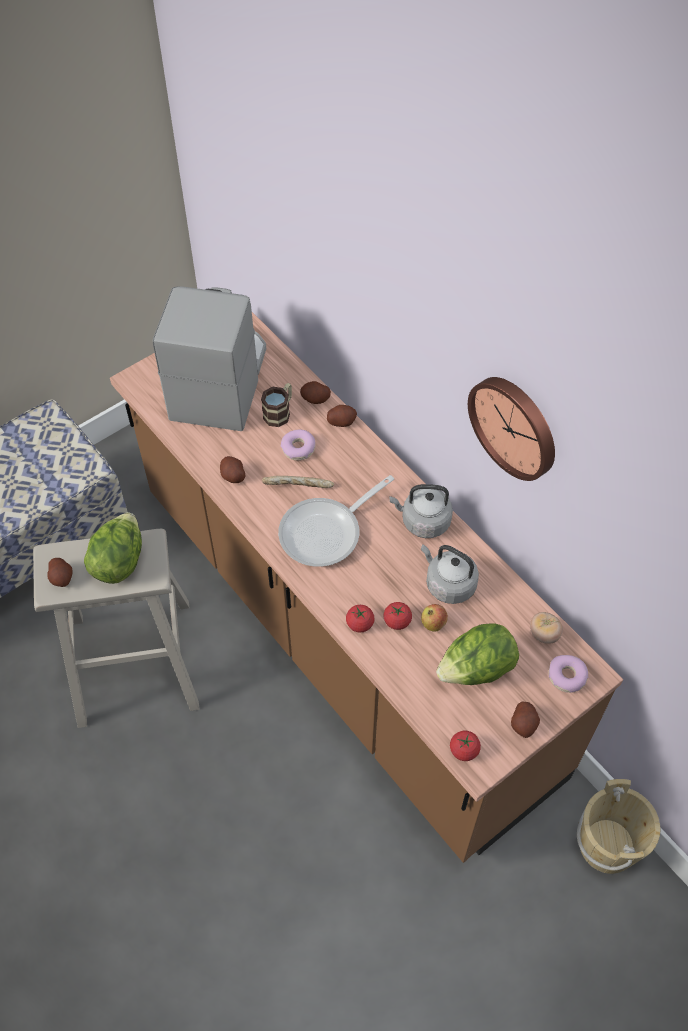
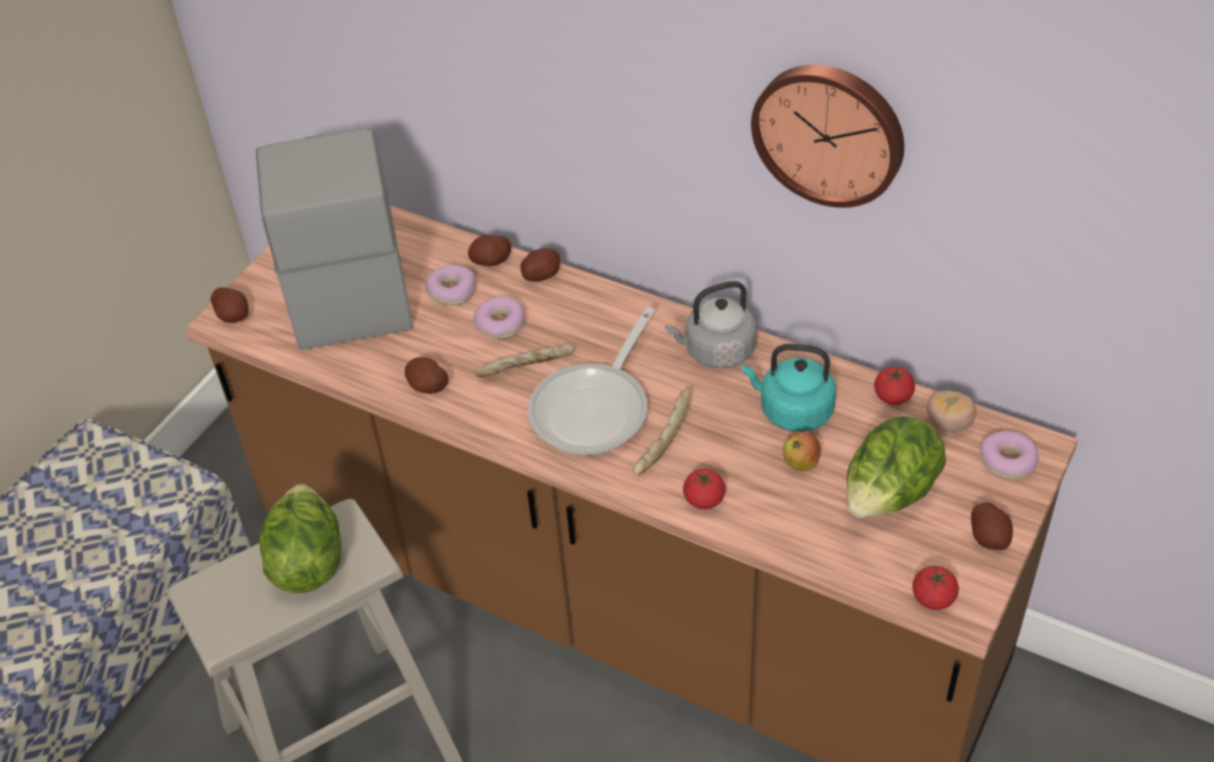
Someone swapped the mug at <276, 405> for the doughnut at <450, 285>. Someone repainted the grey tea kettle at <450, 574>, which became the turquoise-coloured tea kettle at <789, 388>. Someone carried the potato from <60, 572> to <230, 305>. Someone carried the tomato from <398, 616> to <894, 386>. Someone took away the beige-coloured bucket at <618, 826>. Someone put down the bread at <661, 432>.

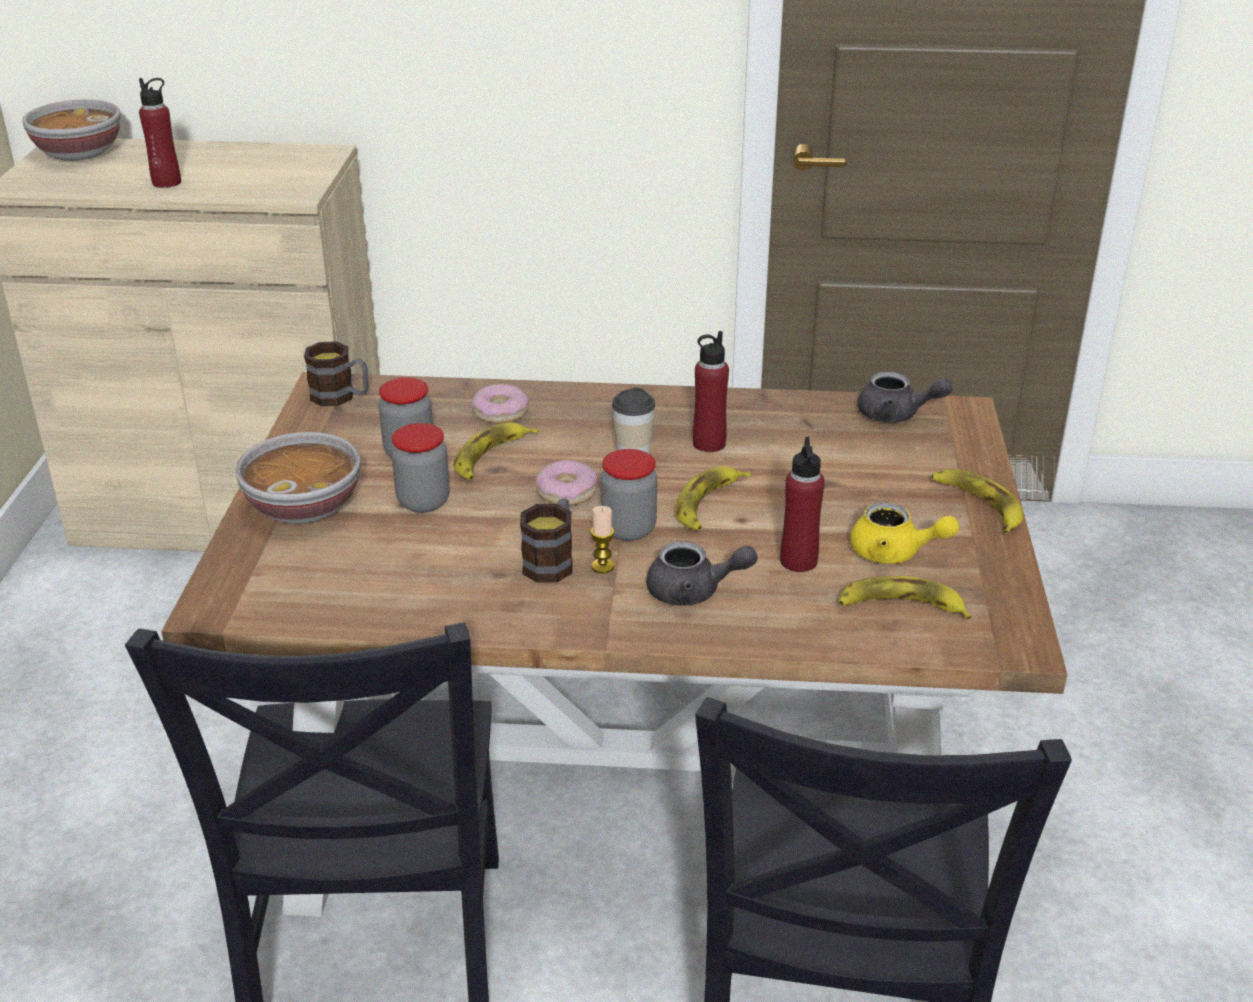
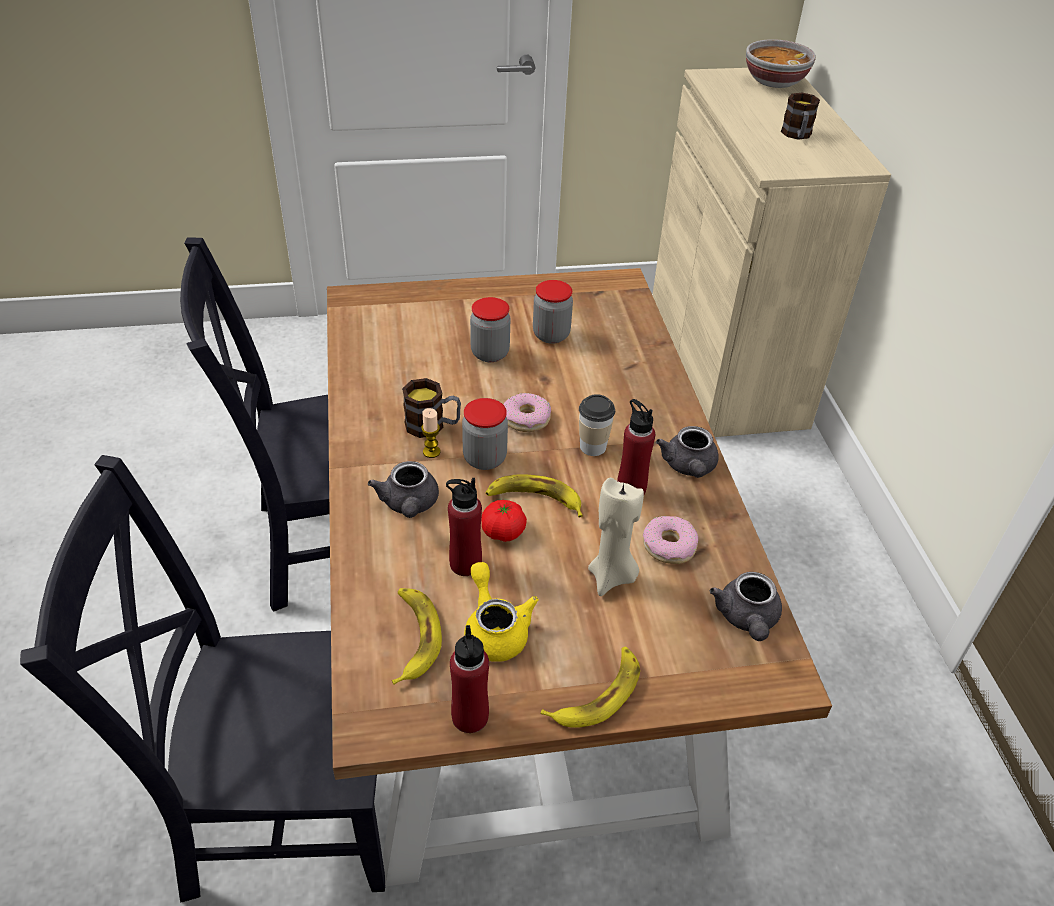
Someone carried the red bottle from <160, 133> to <469, 679>. Someone carried the mug from <336, 373> to <800, 116>. Someone carried the doughnut from <500, 404> to <670, 540>. Someone took away the whole banana at <496, 451>. Someone took away the serving bowl at <298, 478>. Someone rotated the yellowish teapot at <904, 533> by 150 degrees clockwise. Someone put down the grey teapot at <687, 452>. Someone put down the beige-coloured candle at <616, 537>. Someone put down the tomato at <504, 521>.

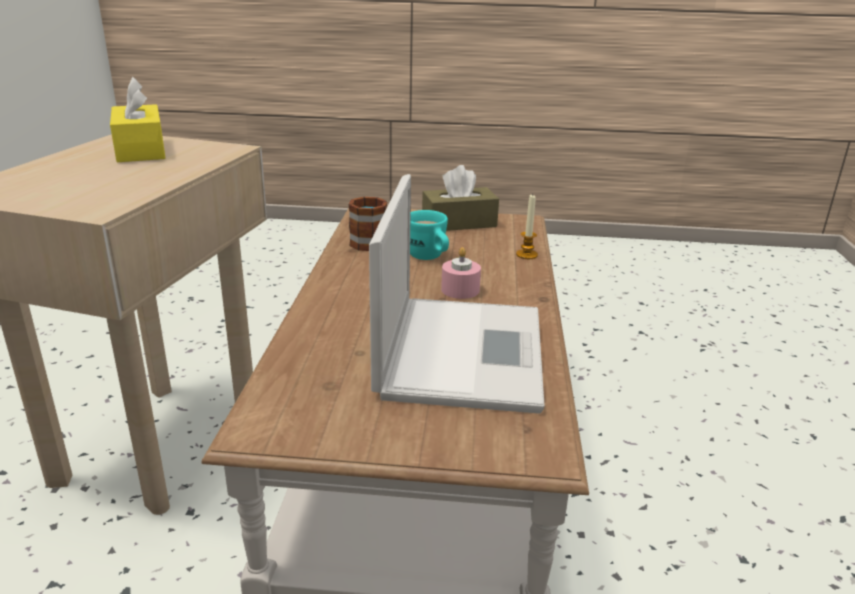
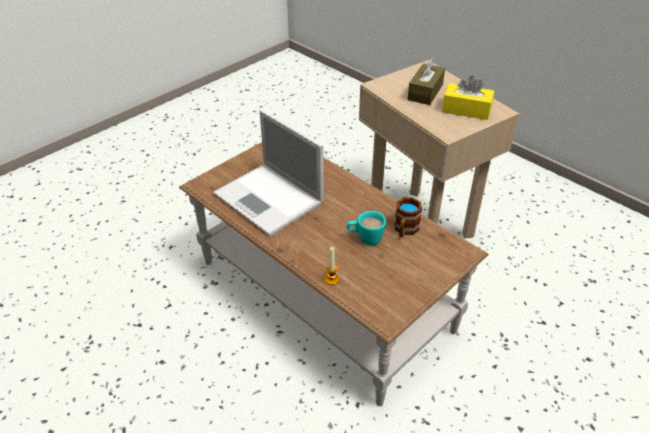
Someone carried the brown-coloured box of tissues from <460, 198> to <426, 81>. Someone took away the pink-coloured candle at <461, 273>.

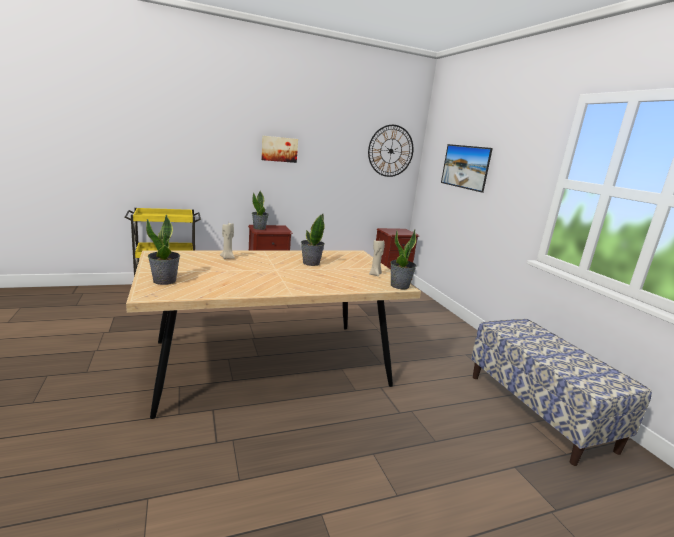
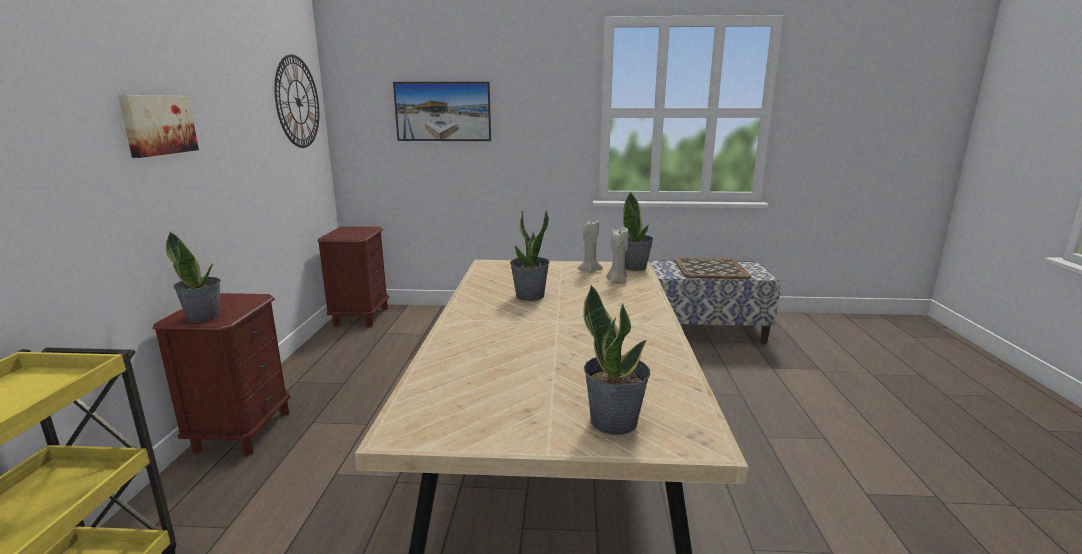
Someone carried the beige-coloured candle from <227, 241> to <617, 255>. Someone put down the carrying tray at <712, 268>.

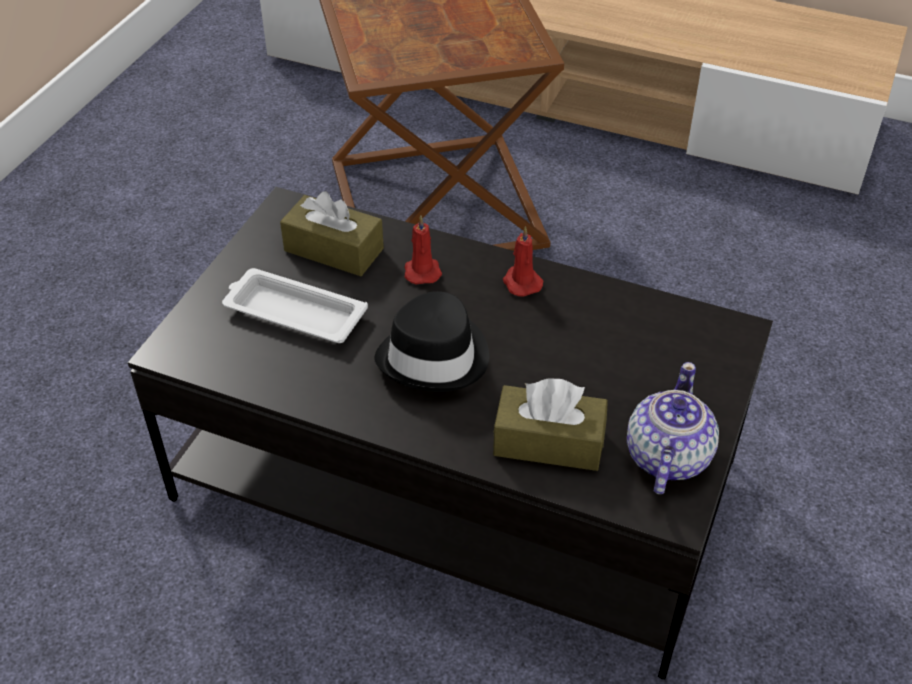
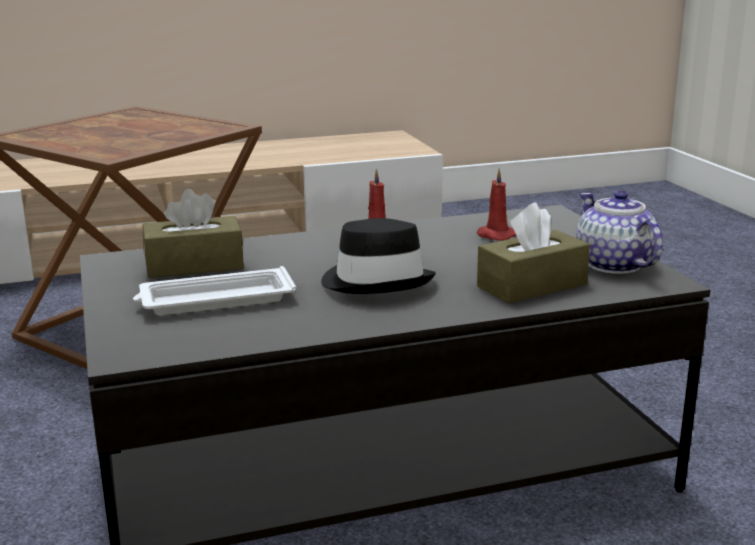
Someone carried the red candle from <423, 250> to <496, 204>.

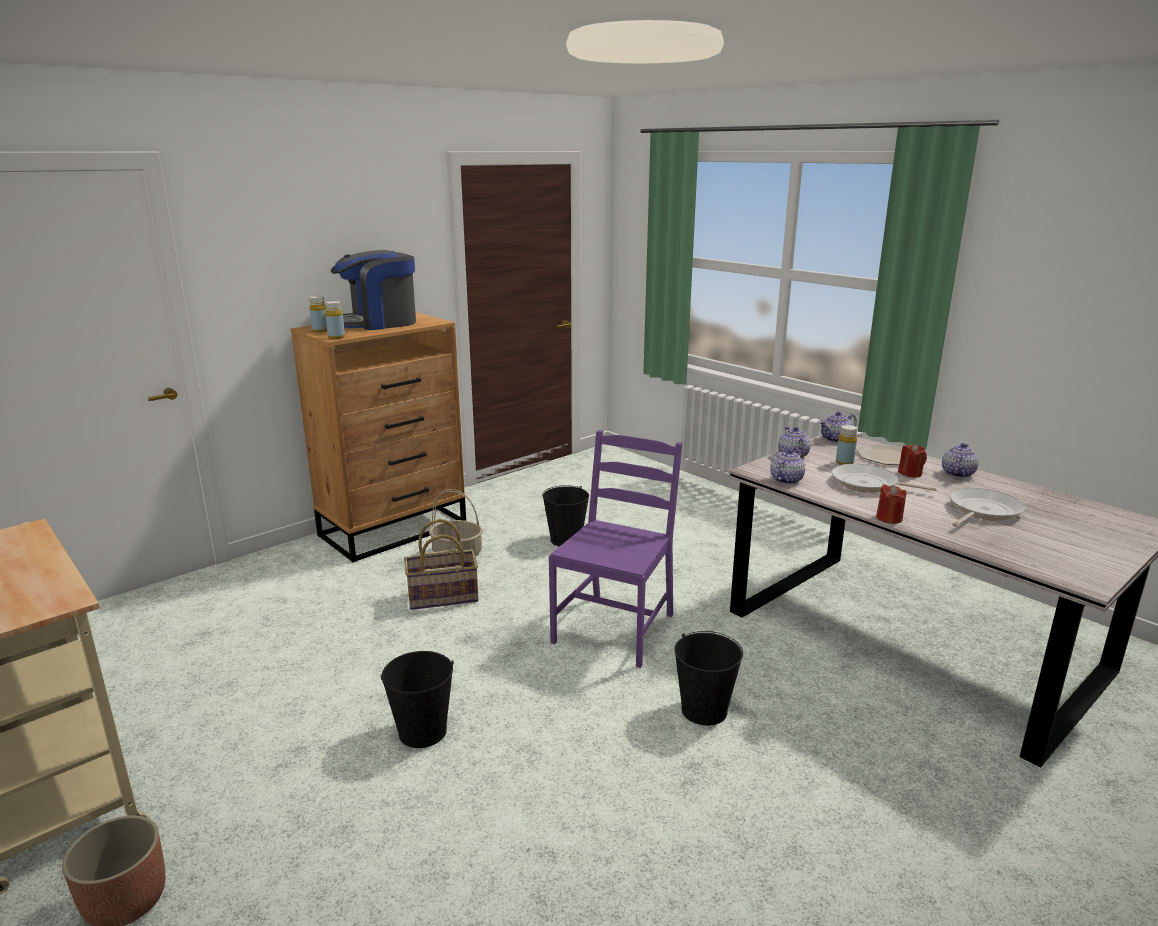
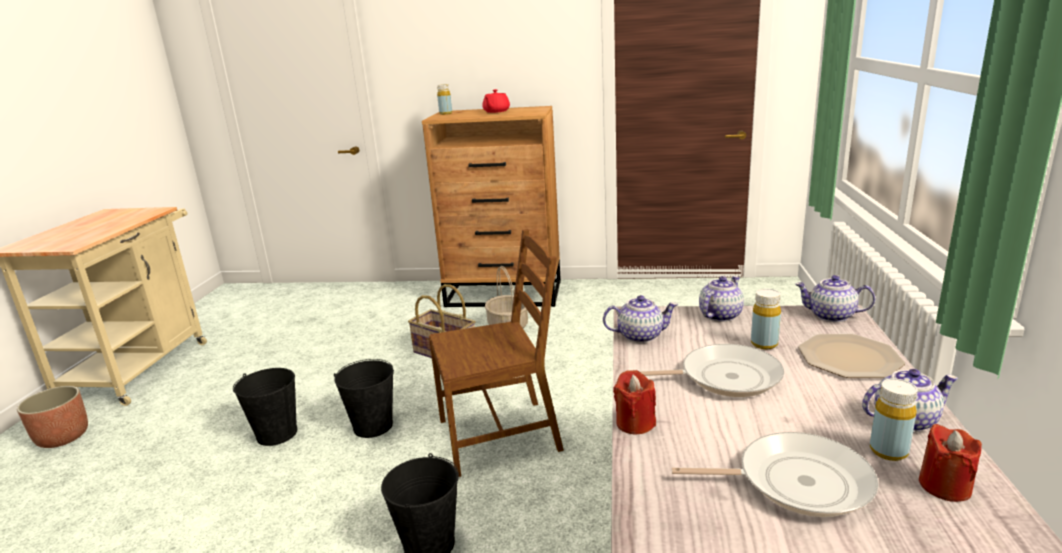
Someone swapped the coffee brewer at <373, 290> for the red teapot at <496, 101>. Someone carried the yellowish bottle from <335, 320> to <894, 419>. Someone repainted the purplish upright chair at <615, 549>, which became the brown-coloured upright chair at <496, 353>. Someone carried the red candle from <912, 461> to <950, 463>. Someone rotated the pan at <884, 478> by 105 degrees clockwise. Someone carried the black bucket from <565, 516> to <364, 398>.

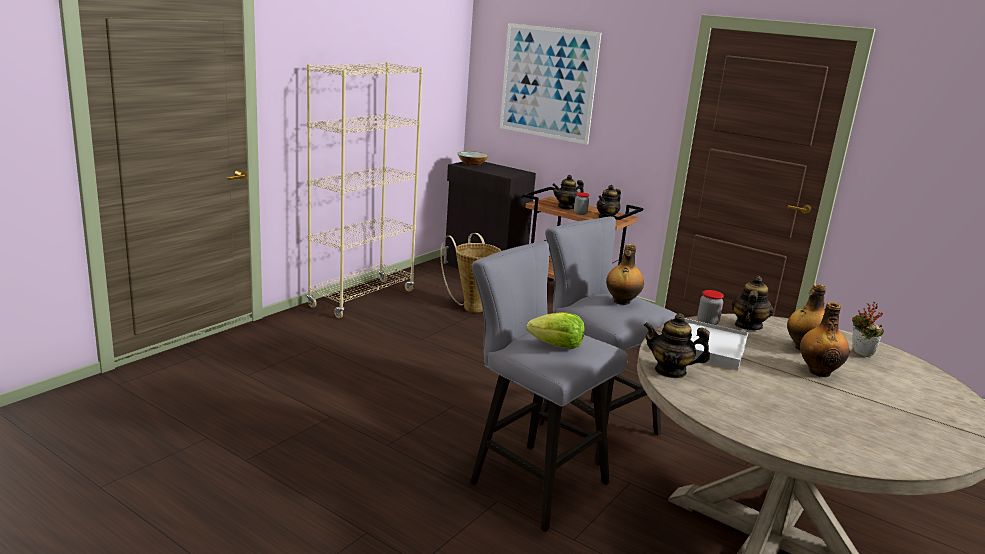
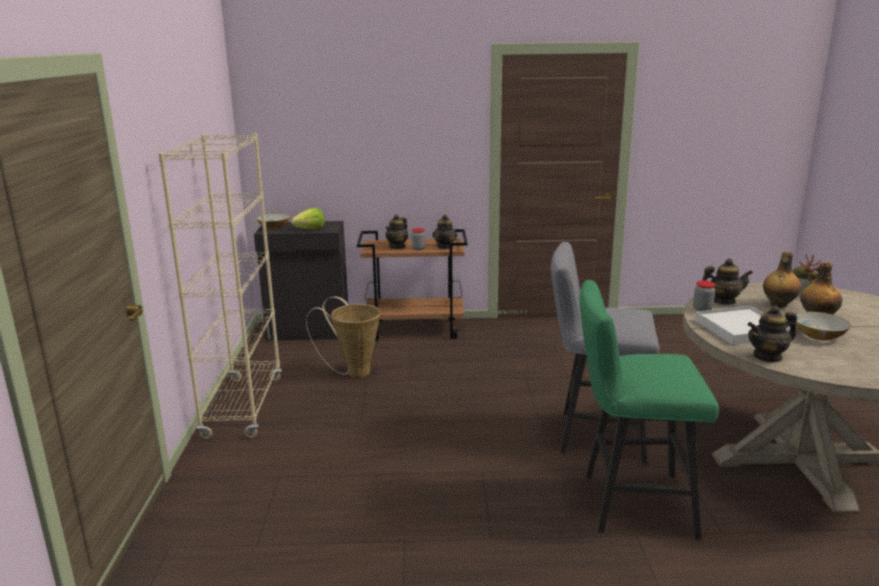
Someone took away the picture at <550, 84>. Someone repainted the grey stool seat at <549, 386>, which became the green stool seat at <649, 410>. Someone took away the bottle at <625, 274>. Someone rotated the teapot at <753, 303> by 105 degrees clockwise. Someone carried the lettuce head from <555, 330> to <308, 218>. Someone put down the serving bowl at <823, 326>.

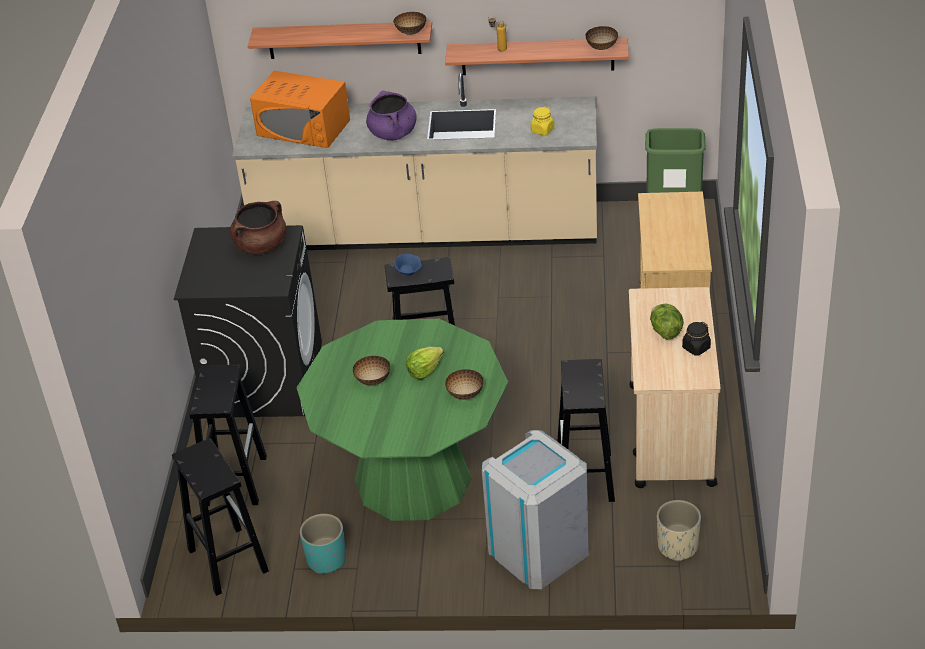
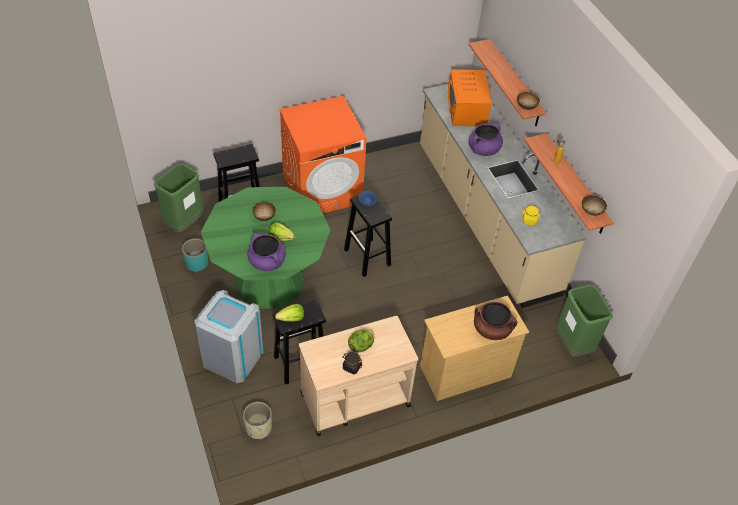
Someone carried the brown-coloured saucepot from <258, 227> to <495, 321>. Someone repainted the black laundry appliance at <248, 321>, which became the orangey laundry appliance at <323, 154>. Someone swapped the serving bowl at <464, 384> for the purplish saucepot at <266, 252>. Someone swapped the black stool seat at <220, 517> for the green waste bin at <179, 197>. Someone put down the lettuce head at <289, 313>.

